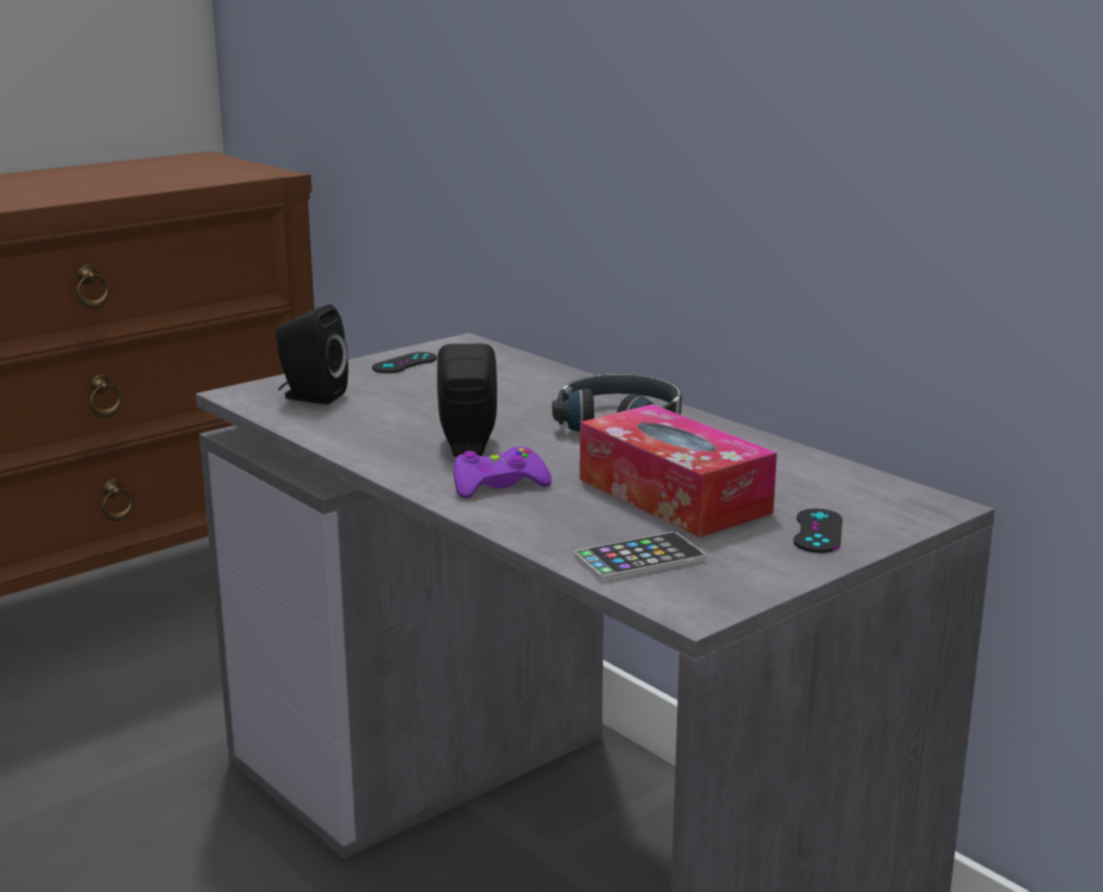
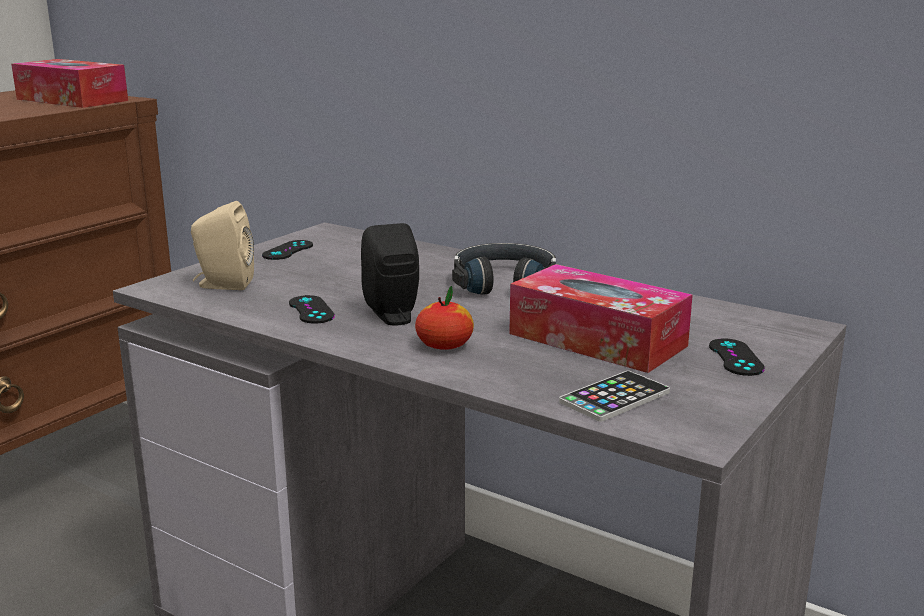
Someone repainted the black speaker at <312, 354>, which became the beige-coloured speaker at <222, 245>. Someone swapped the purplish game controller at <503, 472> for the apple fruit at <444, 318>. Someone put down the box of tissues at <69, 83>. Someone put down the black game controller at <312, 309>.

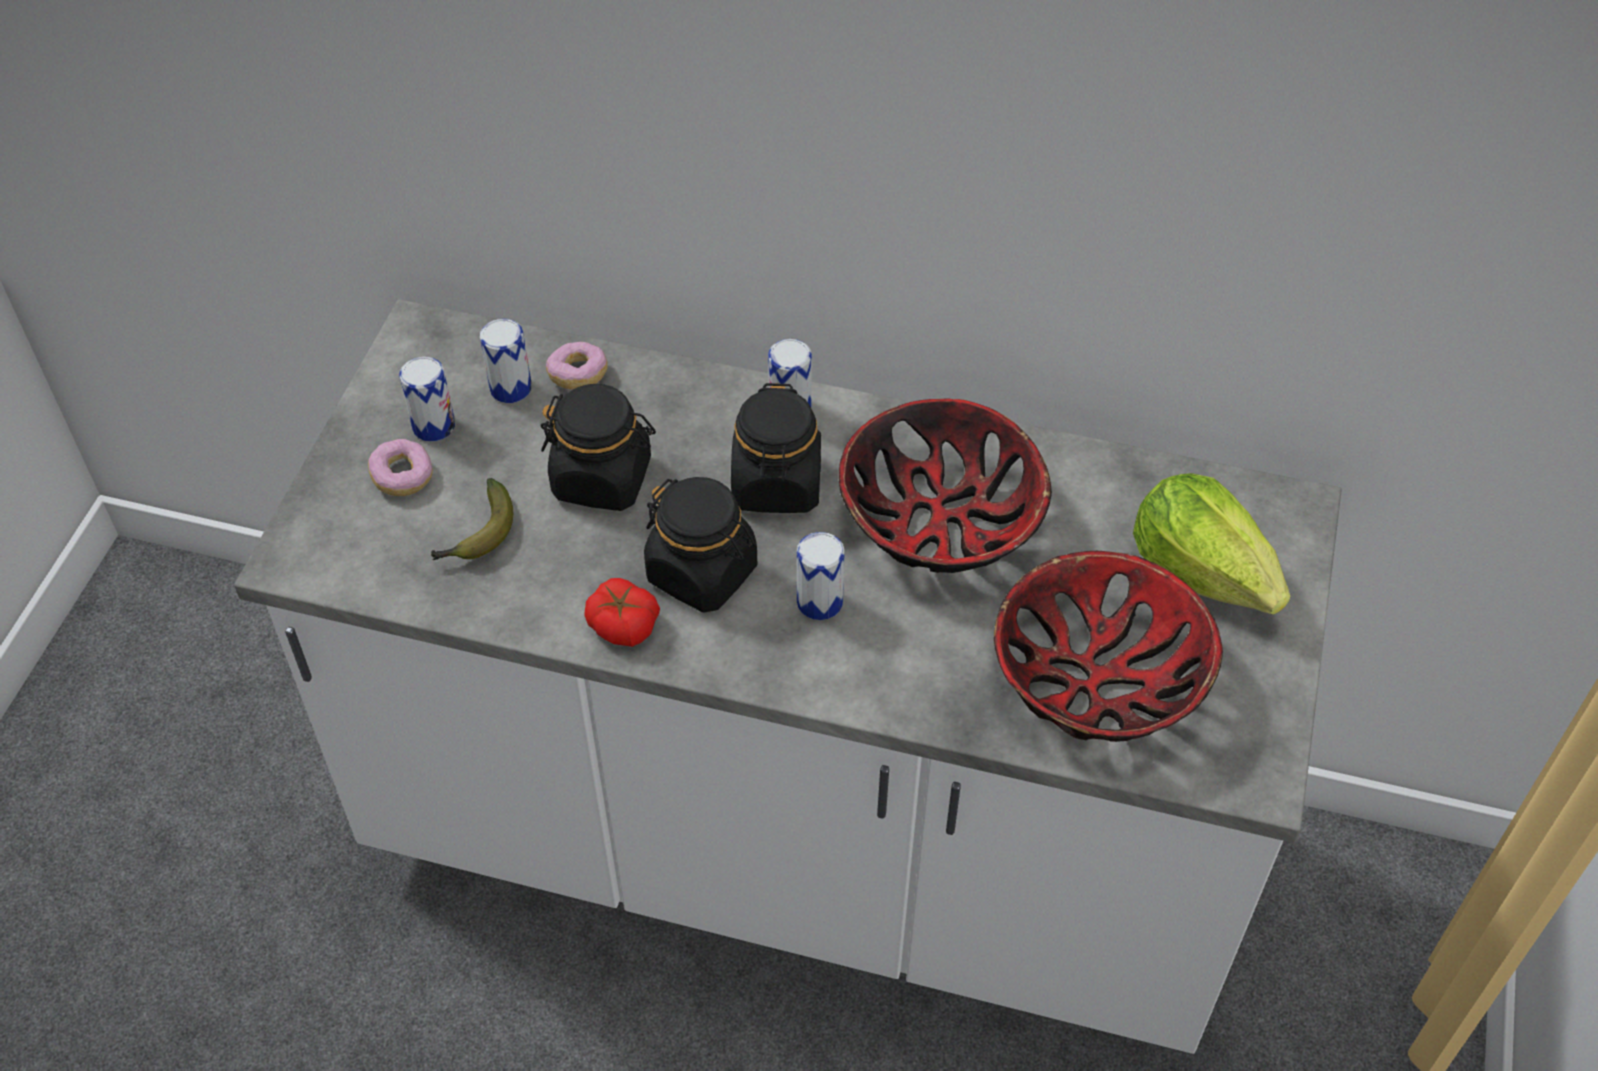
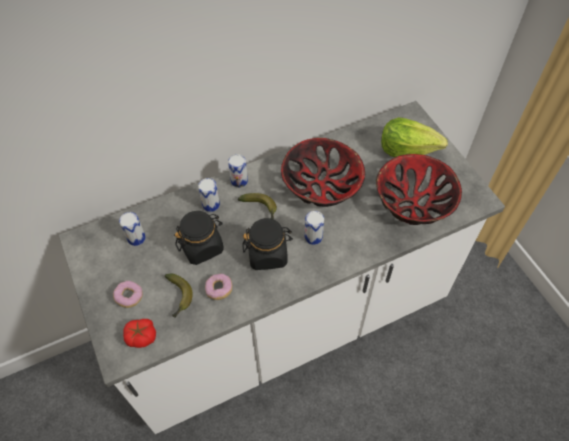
Someone carried the doughnut from <576, 366> to <218, 287>. Someone carried the sealed can from <427, 399> to <209, 195>. Someone swapped the black preserve jar at <776, 448> for the whole banana at <257, 206>. Someone carried the tomato from <622, 612> to <139, 333>.

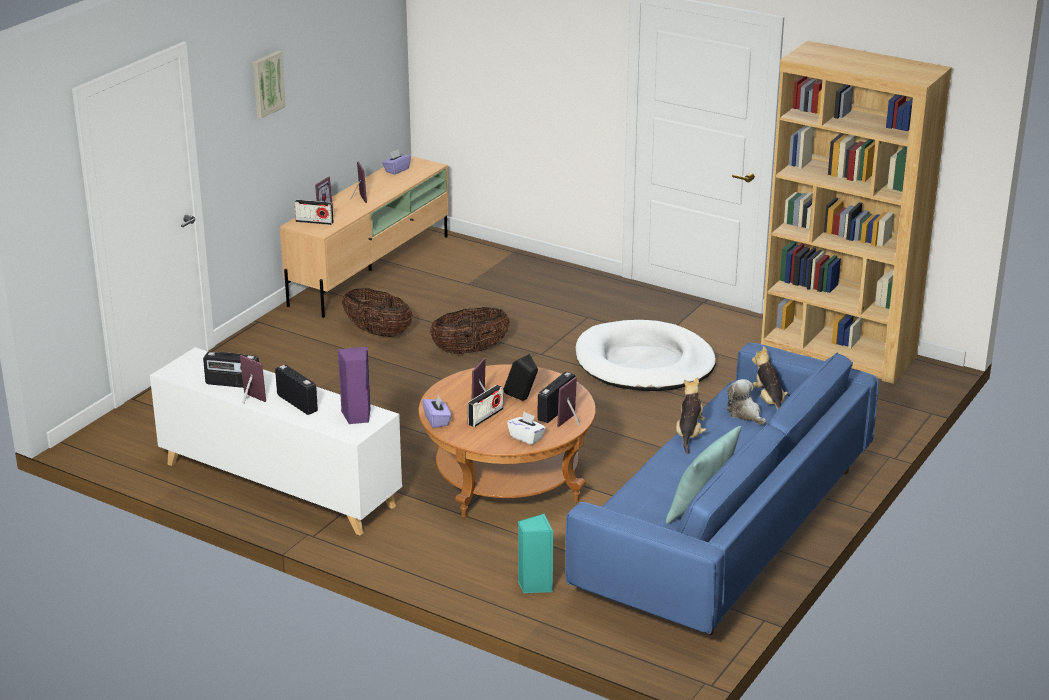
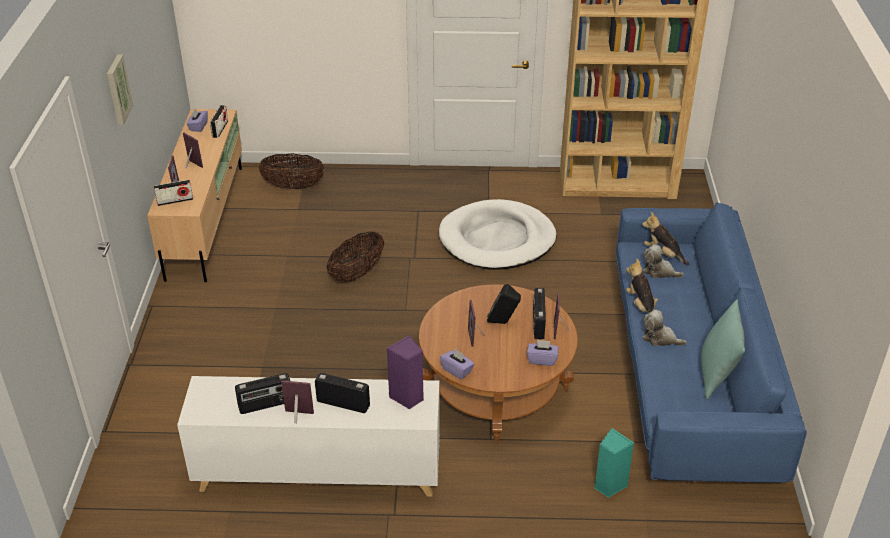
Someone carried the basket from <377, 312> to <291, 171>. Someone carried the radio set from <485, 406> to <219, 121>. Someone repainted the white-coloured box of tissues at <526, 428>, which became the purplish box of tissues at <542, 352>. Someone put down the soft toy at <664, 327>.

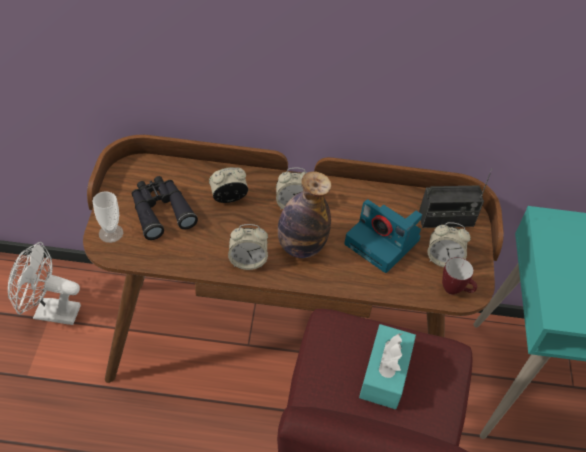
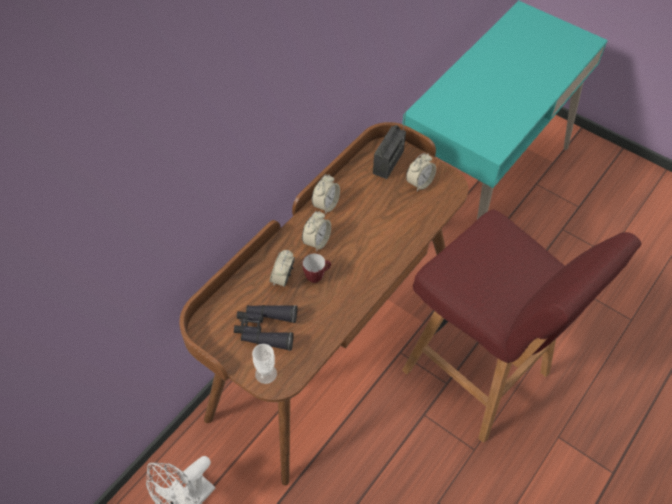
Someone took away the bottle at <304, 214>. Someone took away the photo camera at <383, 236>. Someone carried the bedside clock from <248, 247> to <326, 194>. Someone carried the mug from <459, 276> to <317, 268>. Someone took away the turquoise-coloured box of tissues at <387, 366>.

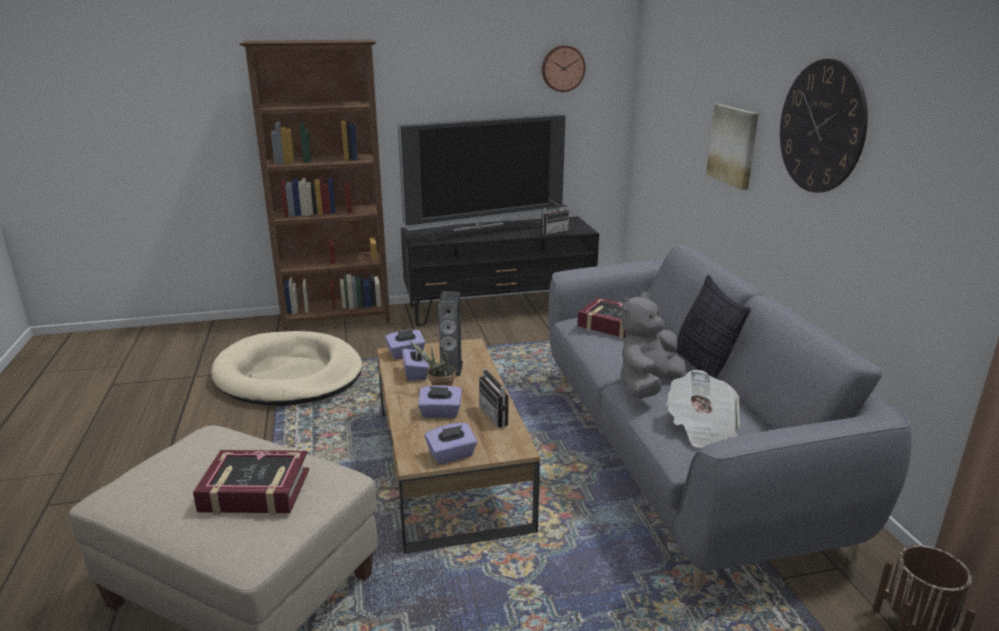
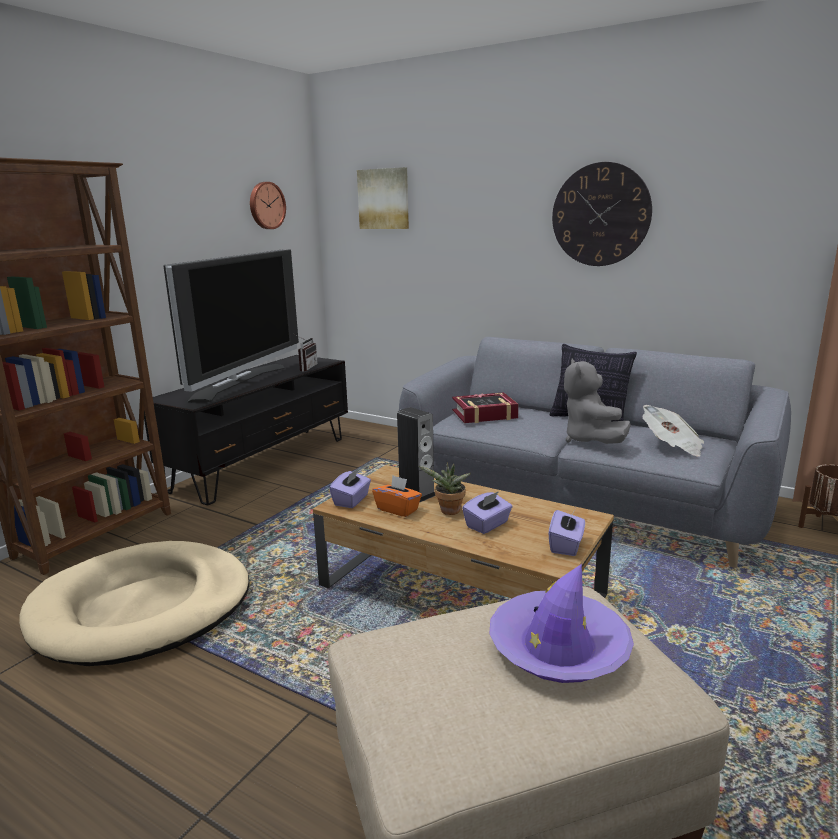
Someone carried the picture from <732, 147> to <383, 198>. Someone repainted the purplish box of tissues at <415, 363>, which became the orangey box of tissues at <397, 496>. Someone took away the radio set at <494, 395>. Someone swapped the volume at <251, 482> for the purplish wearable hat at <562, 623>.

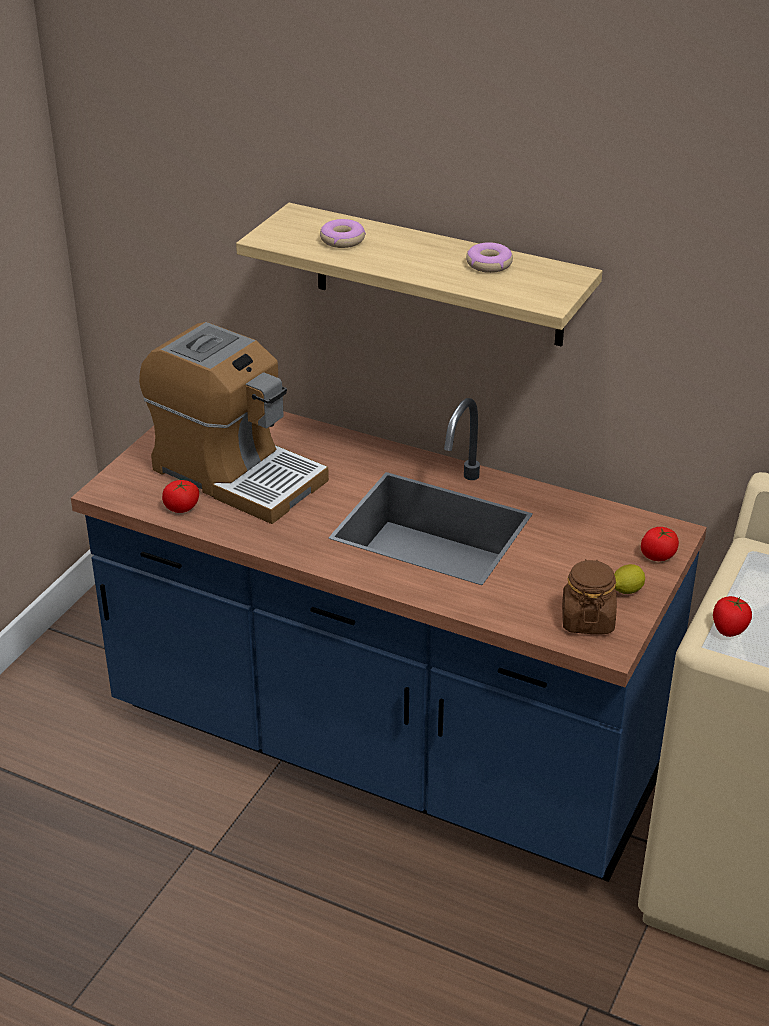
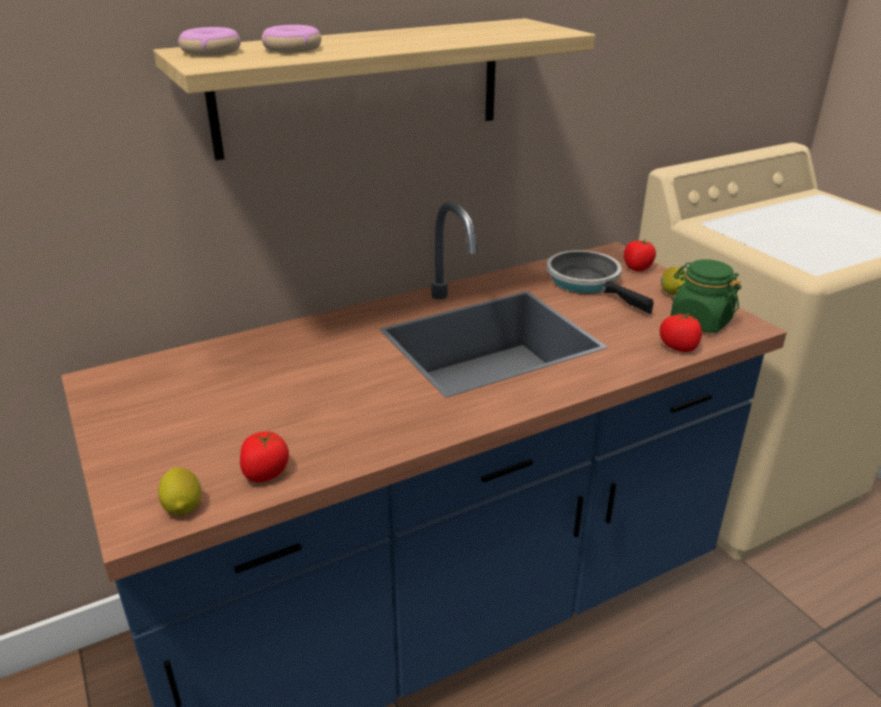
Someone carried the doughnut from <489, 257> to <209, 41>. Someone took away the coffee brewer at <234, 423>. Someone repainted the brown-coloured preserve jar at <589, 596>, which became the green preserve jar at <706, 296>. Someone carried the tomato from <732, 616> to <681, 332>. Someone put down the pan at <600, 282>. Someone put down the citrus fruit at <179, 491>.

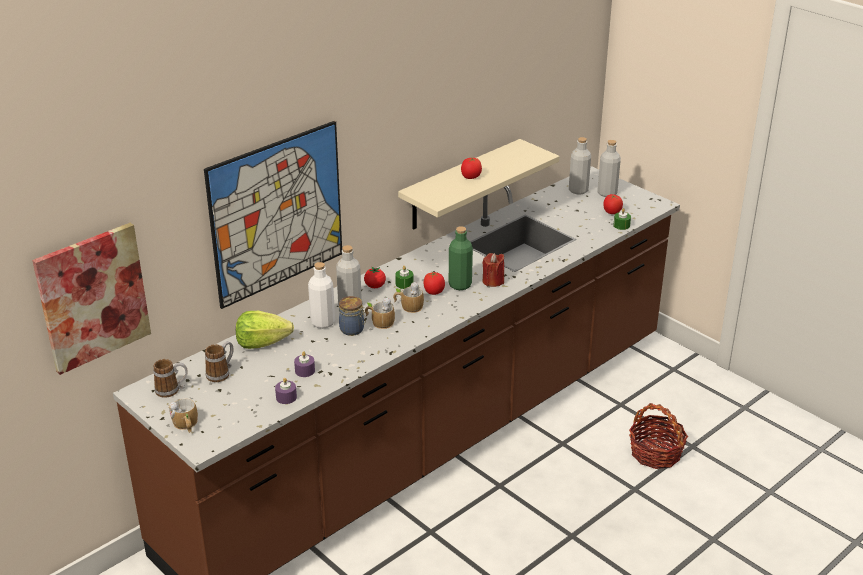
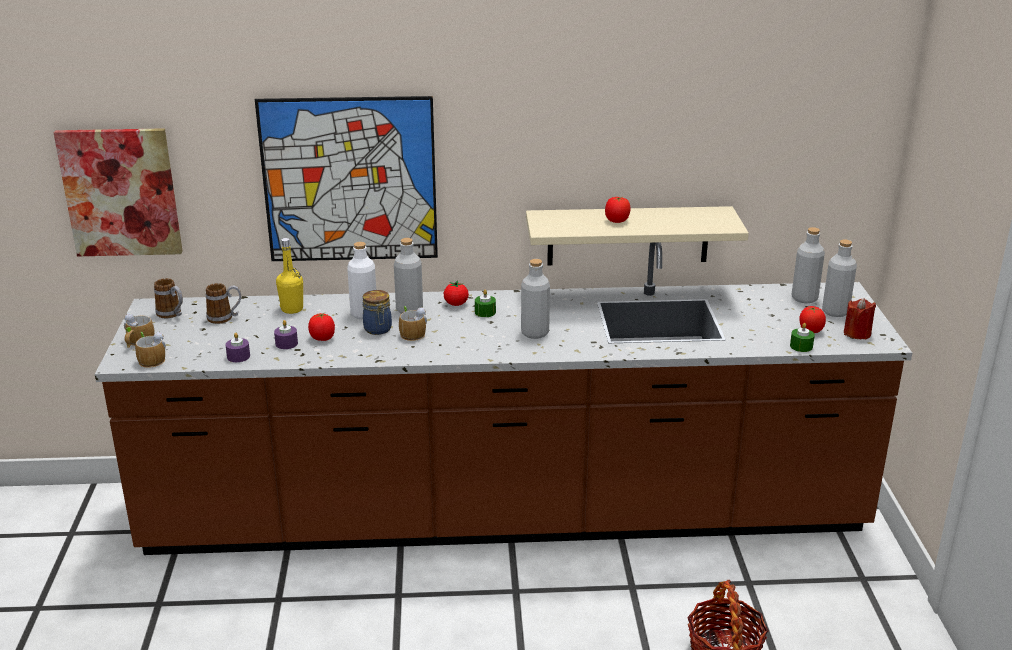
Someone repainted the green bottle at <461, 258>, which became the grey bottle at <535, 299>. Someone carried the red candle from <493, 270> to <860, 318>. Someone carried the tomato from <434, 283> to <321, 327>. Someone carried the mug from <408, 297> to <150, 350>. Someone swapped the lettuce head at <265, 330> for the yellowish bottle at <289, 276>.

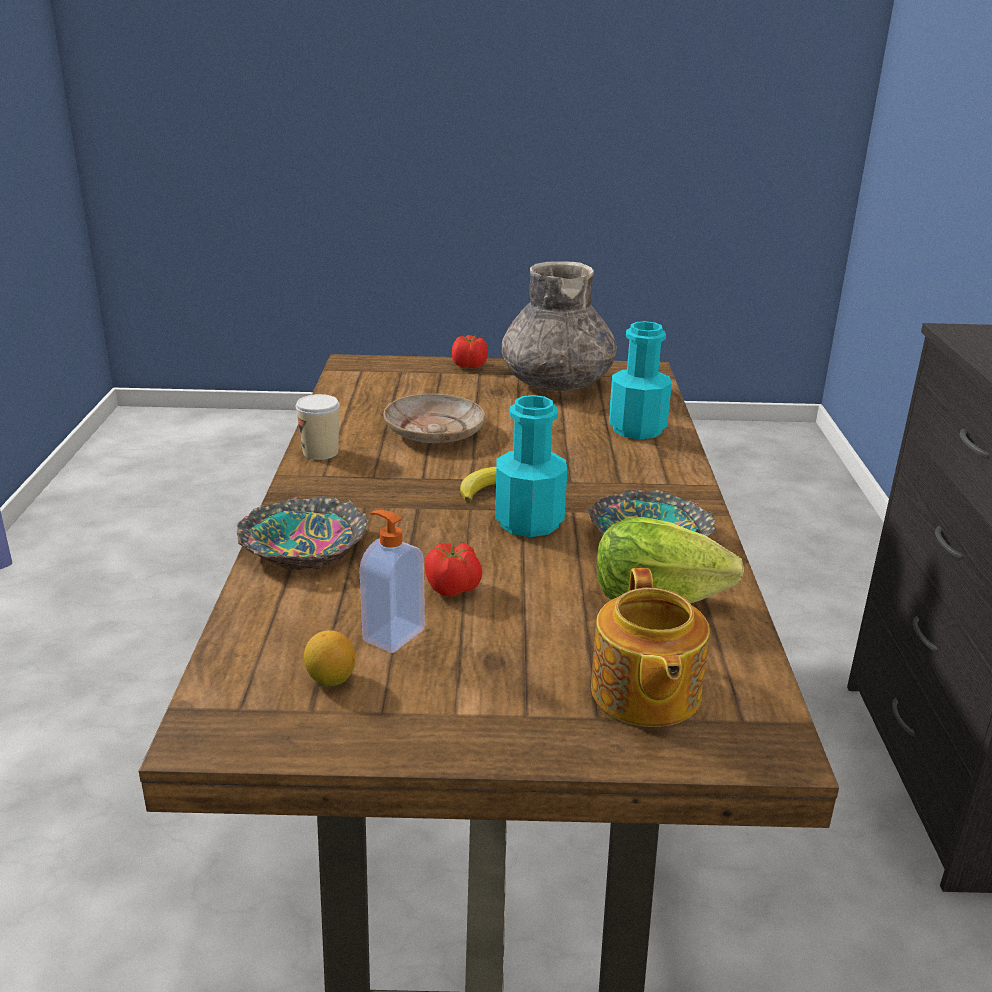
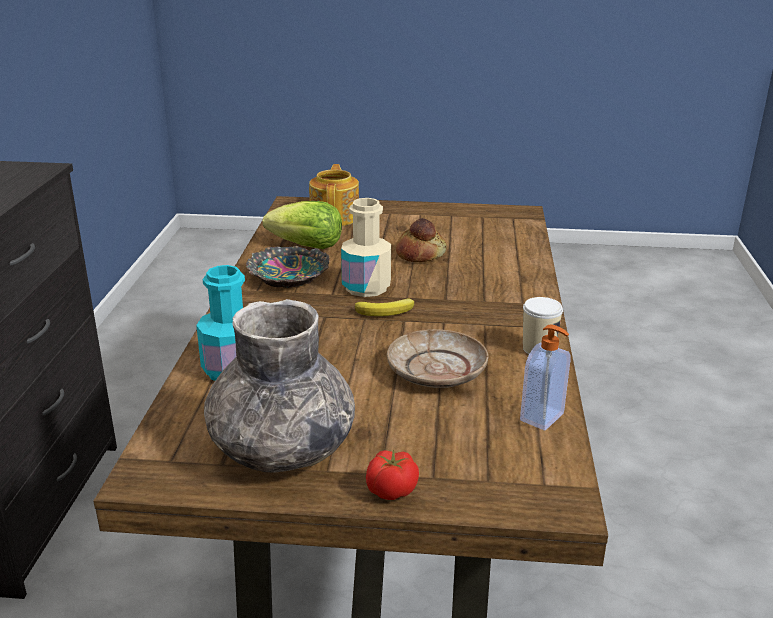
Someone repainted the turquoise-coloured bottle at <531, 466>, which became the beige-coloured bottle at <366, 247>. Someone took away the serving bowl at <303, 533>. Someone carried the liquid soap bottle from <392, 581> to <545, 377>. Someone swapped the tomato at <453, 569> for the bread at <421, 240>. Someone took away the citrus fruit at <329, 658>.

